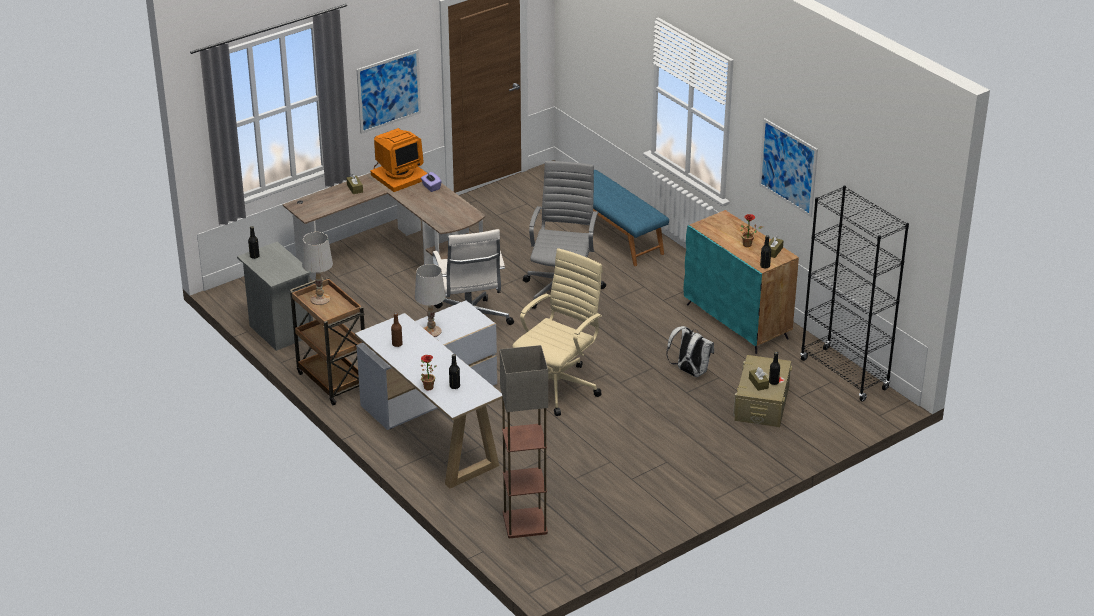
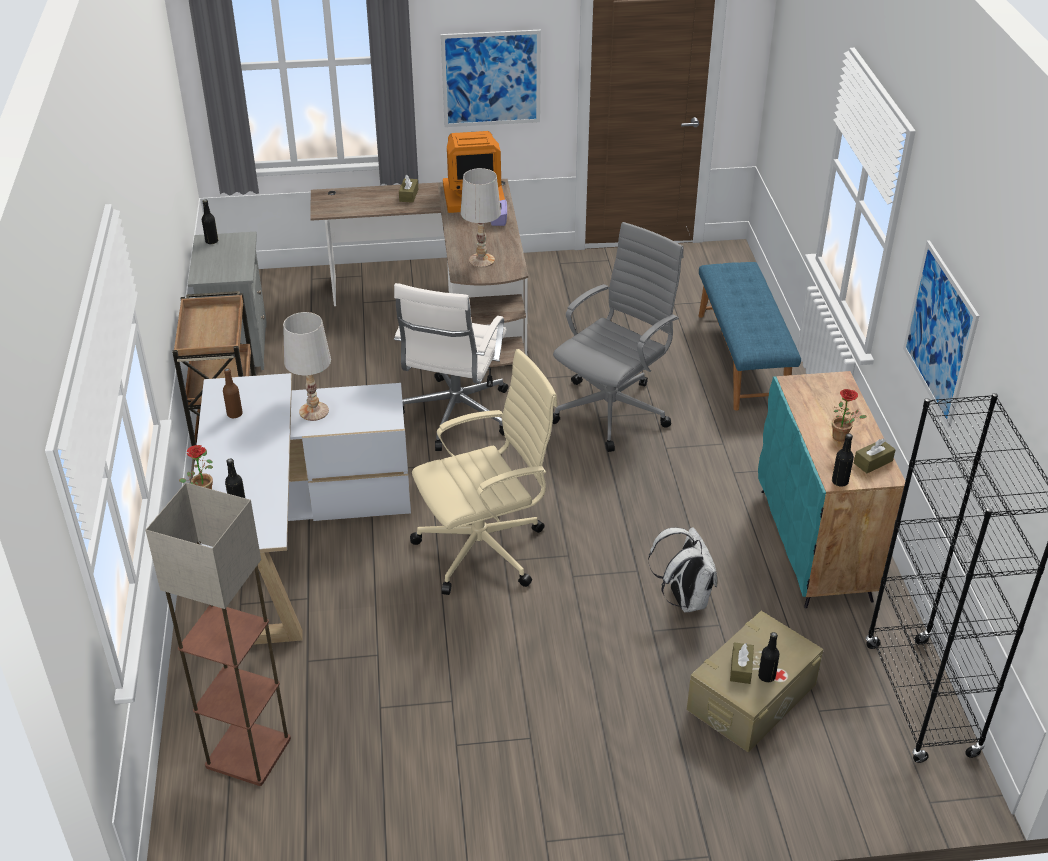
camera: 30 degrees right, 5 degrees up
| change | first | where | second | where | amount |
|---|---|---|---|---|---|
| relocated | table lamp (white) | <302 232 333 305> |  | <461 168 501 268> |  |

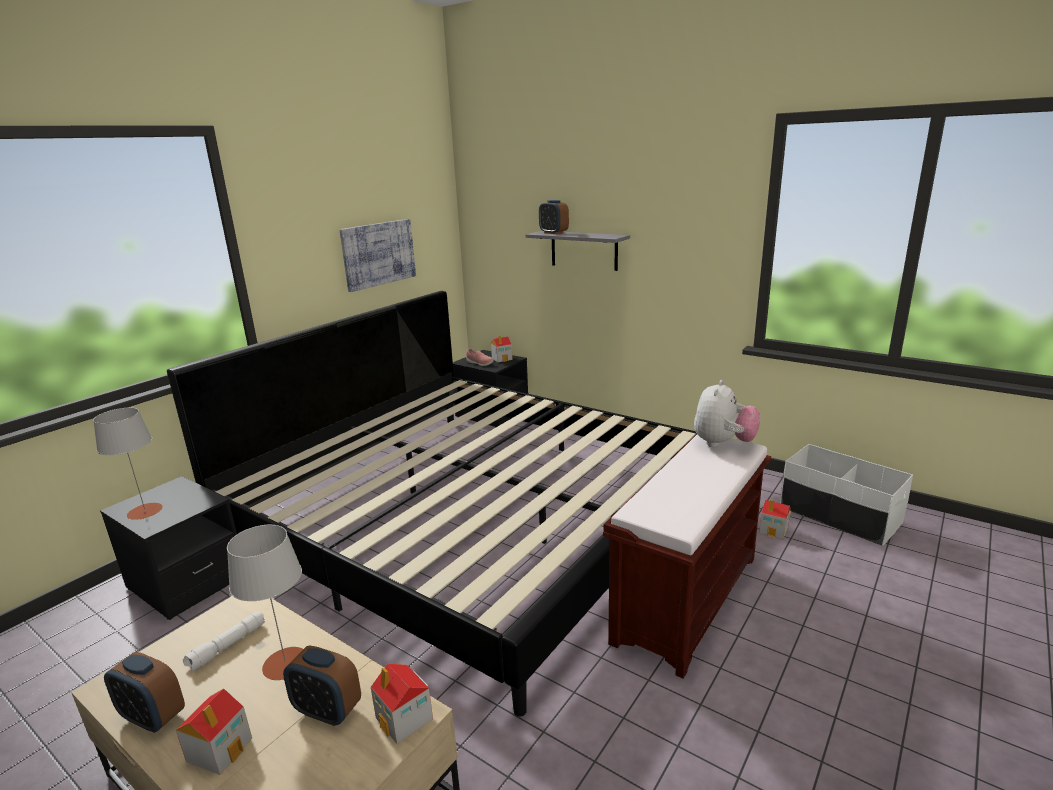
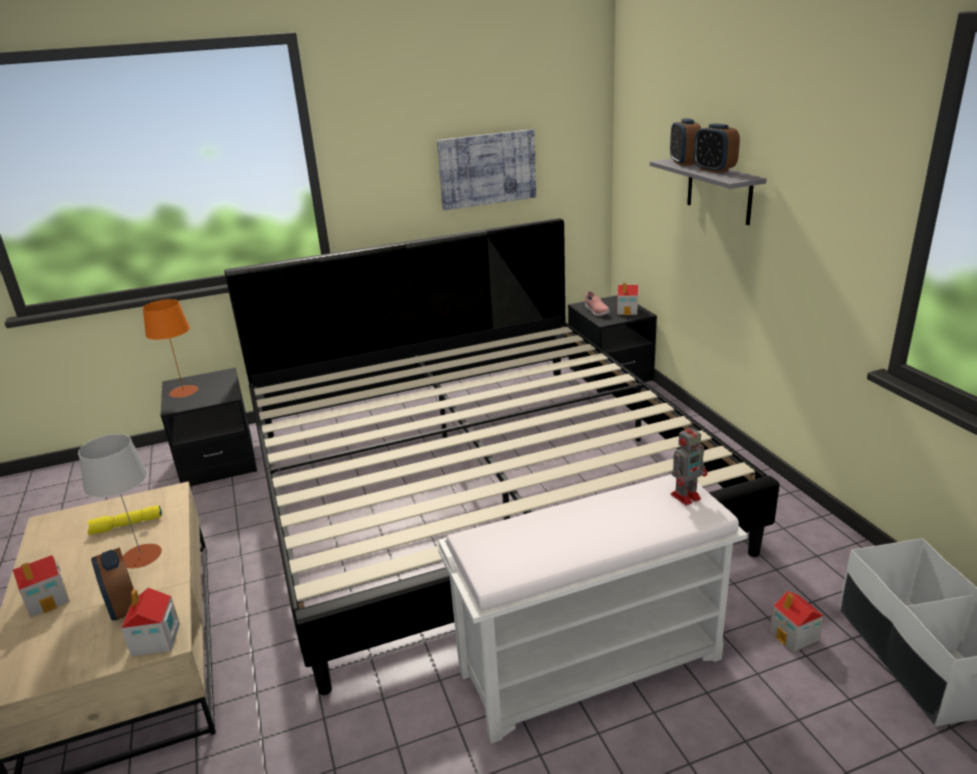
camera: 35 degrees right, 5 degrees up
| change | first | where | second | where | amount |
|---|---|---|---|---|---|
| exchanged | plush toy | <694 380 760 447> | toy robot | <671 423 708 506> |  |
| colour | table lamp (grey) | <93 408 163 520> | table lamp (orange) | <143 299 198 398> |  |
| colour | bench (brown) | <603 434 771 679> | bench (white) | <438 474 748 744> |  |
| colour | flashlight (white) | <183 611 265 671> | flashlight (yellow) | <88 505 162 535> |  |
| relocated | alarm clock | <104 651 185 733> |  | <694 123 740 173> |  |

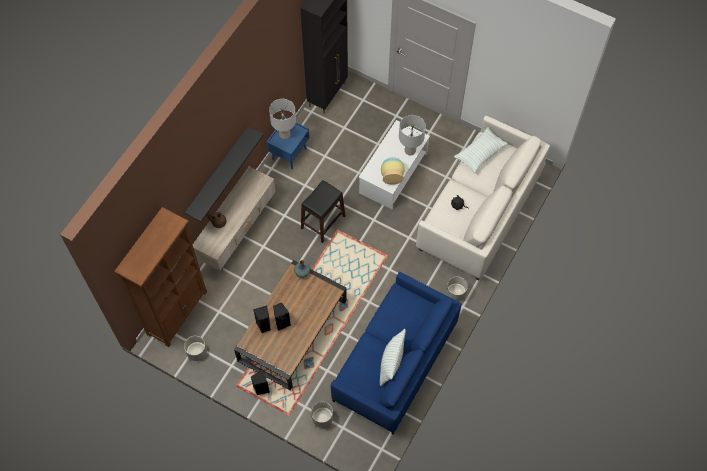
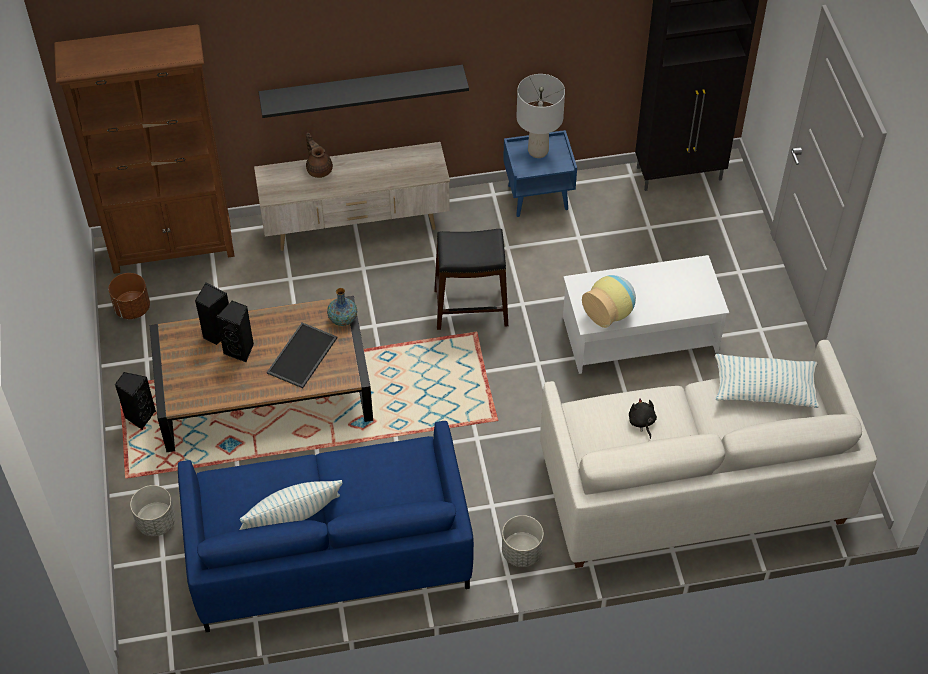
camera: 50 degrees right, 10 degrees down
| change | first | where | second | where | amount |
|---|---|---|---|---|---|
| missing | table lamp (grey) | <399 115 426 156> |  |  |  |
| colour | planter (grey) | <184 336 207 361> | planter (brown) | <109 273 150 319> |  |
| appeared |  |  | tray | <267 323 337 388> |  |

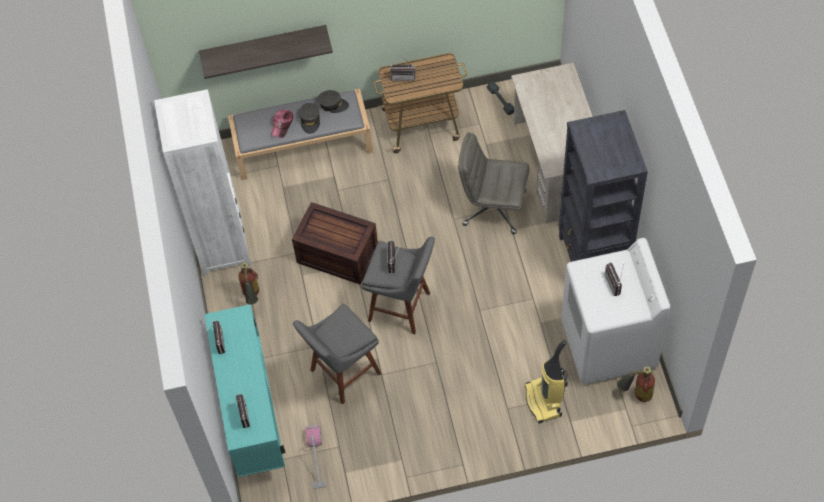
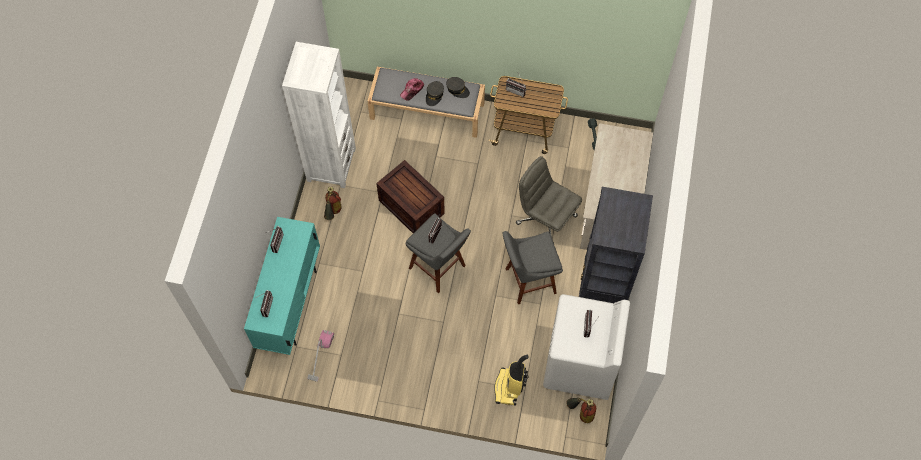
camera: 20 degrees right, 5 degrees up
| change | first | where | second | where | amount |
|---|---|---|---|---|---|
| missing | shelf | <199 25 333 79> |  |  |  |
| relocated | stool (grey) | <293 304 381 405> |  | <503 231 563 304> |  |

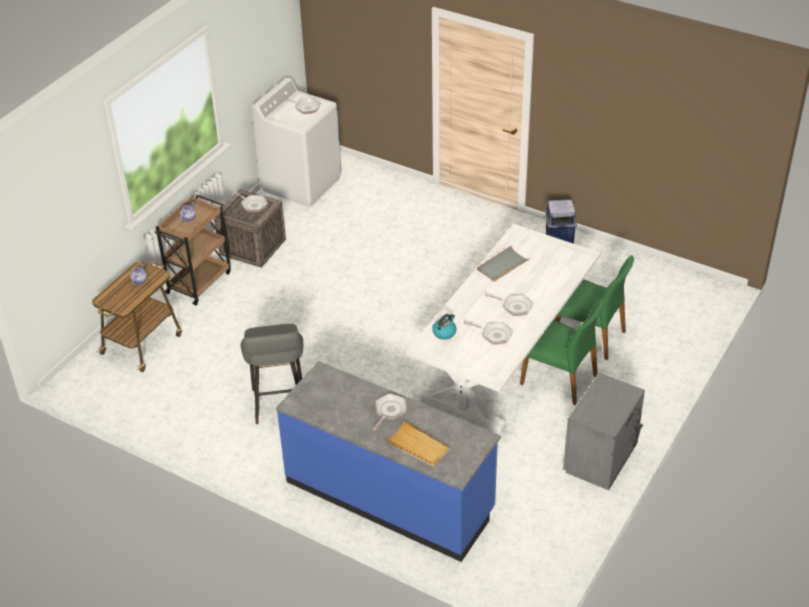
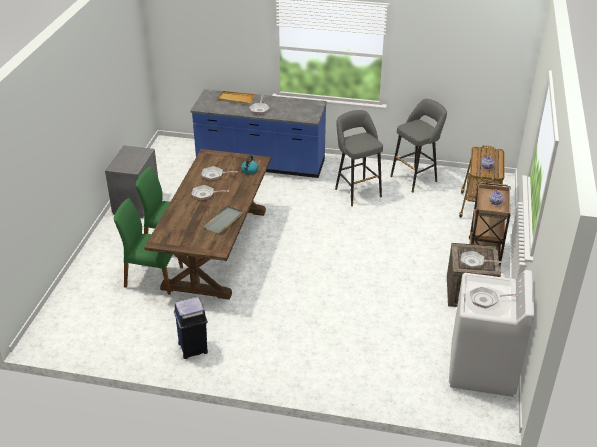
camera: 160 degrees right, 5 degrees down
| change | first | where | second | where | amount |
|---|---|---|---|---|---|
| colour | dining table (white) | <406 224 601 434> | dining table (brown) | <144 149 271 300> |  |
| appeared |  |  | stool (grey) | <390 99 447 192> |  |

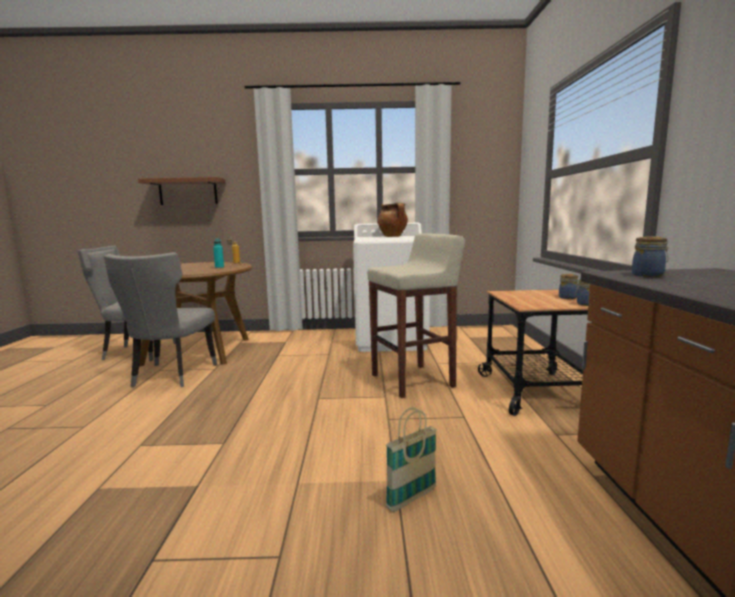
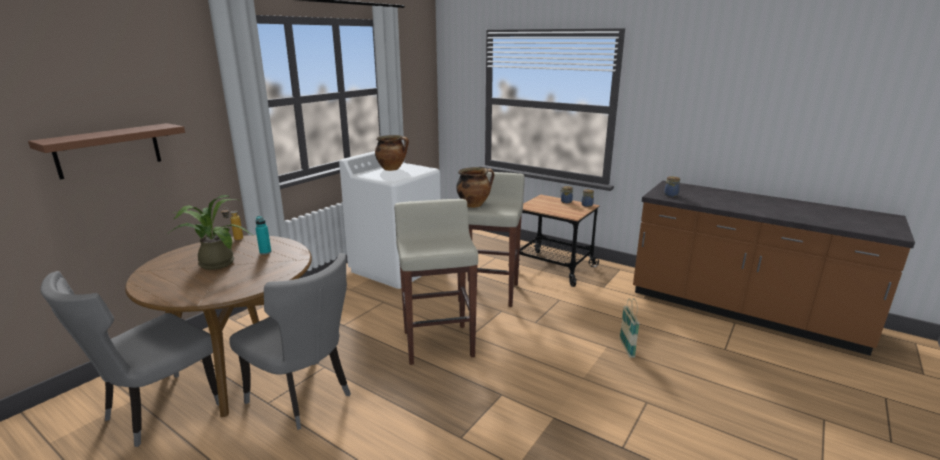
camera: 55 degrees left, 10 degrees up
| change | first | where | second | where | amount |
|---|---|---|---|---|---|
| appeared |  |  | cooking pot | <456 167 494 208> |  |
| appeared |  |  | potted plant | <167 195 252 270> |  |
| appeared |  |  | stool (beige) | <394 199 478 365> |  |

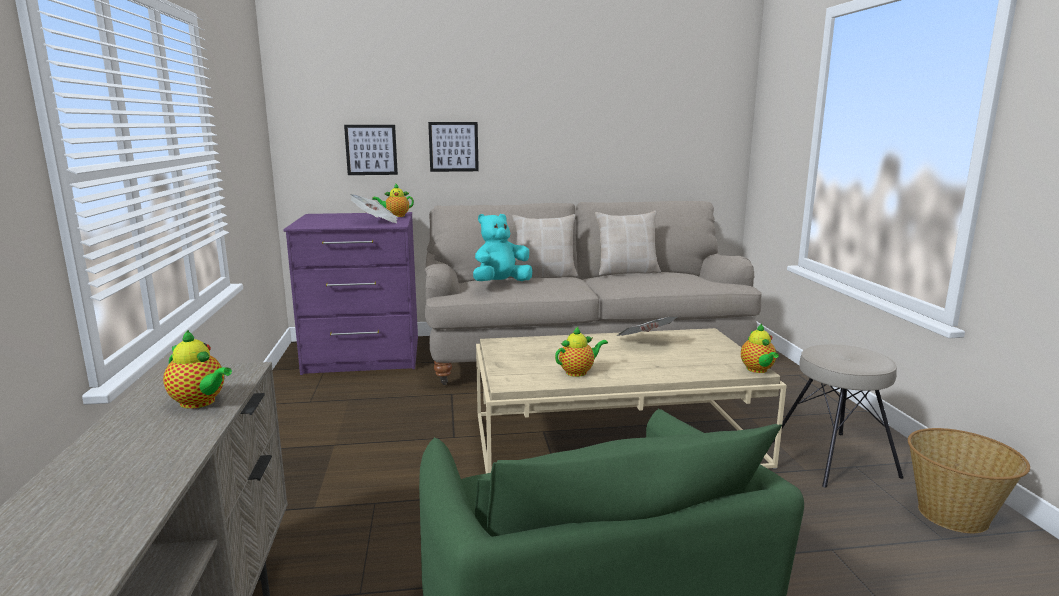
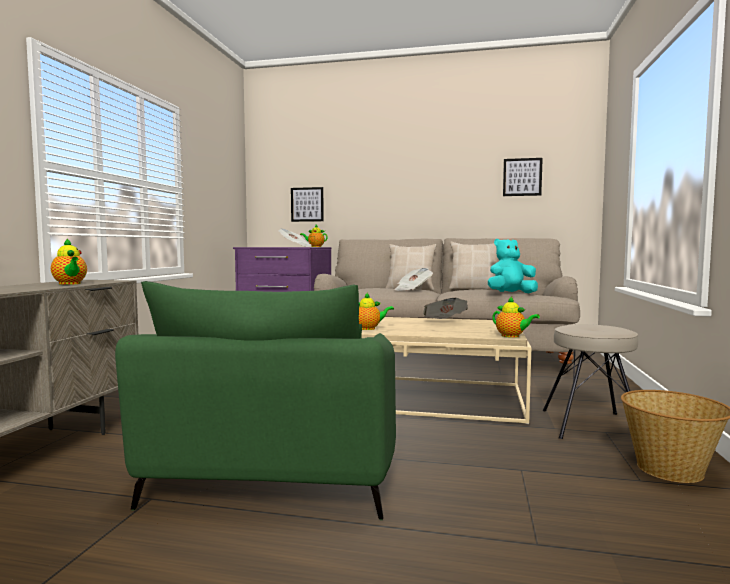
camera: 20 degrees right, 10 degrees down
| change | first | where | second | where | amount |
|---|---|---|---|---|---|
| relocated | picture | <428 122 479 172> |  | <503 158 543 196> |  |
| relocated | plush toy (turquoise) | <473 214 532 281> |  | <488 239 538 293> |  |
| spun | teapot | <741 324 779 373> |  | <492 297 540 338> | 60 degrees counterclockwise |
| appeared |  |  | newspaper | <394 268 433 291> |  |

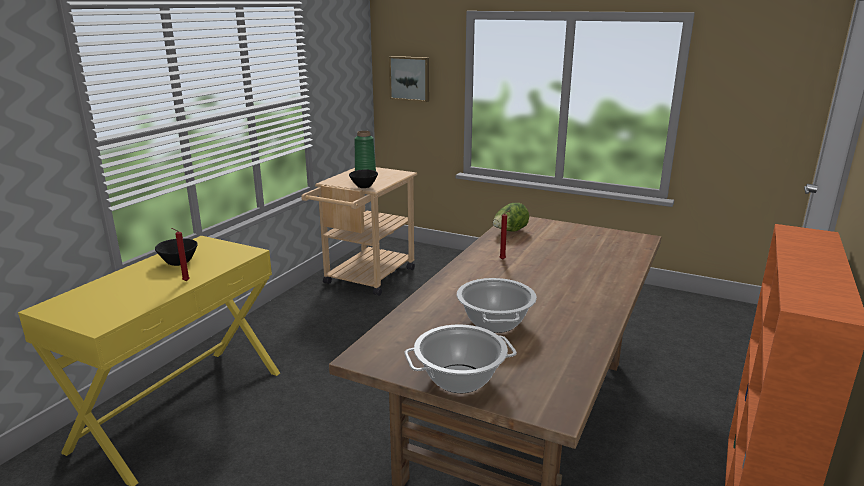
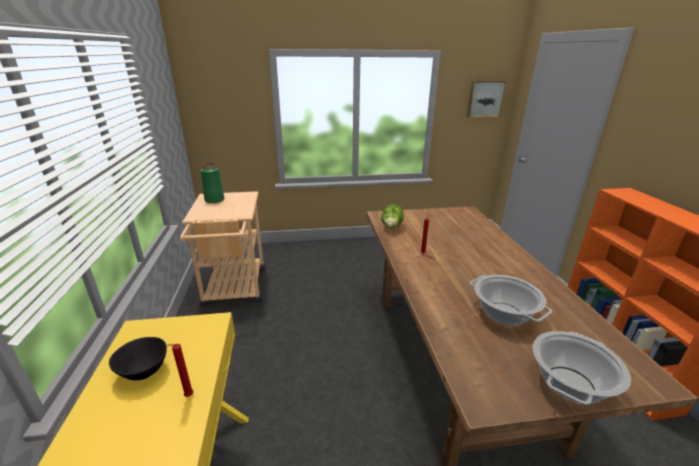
camera: 35 degrees left, 5 degrees up
| change | first | where | second | where | amount |
|---|---|---|---|---|---|
| relocated | picture | <389 56 429 102> |  | <467 81 507 117> |  |
| missing | bowl (black) | <349 169 378 188> |  |  |  |

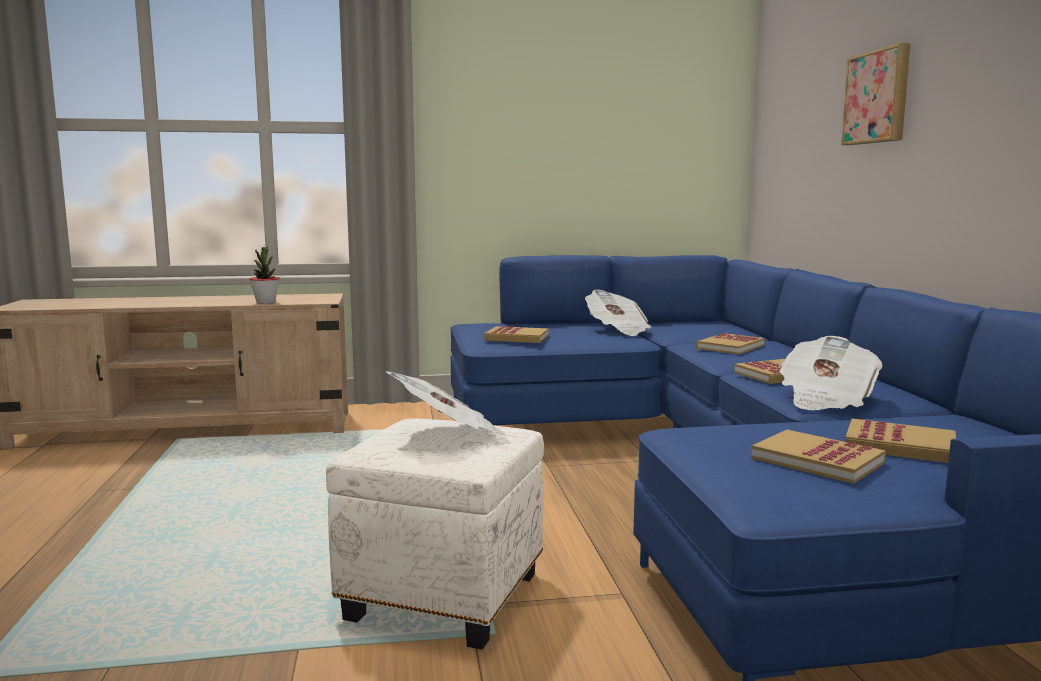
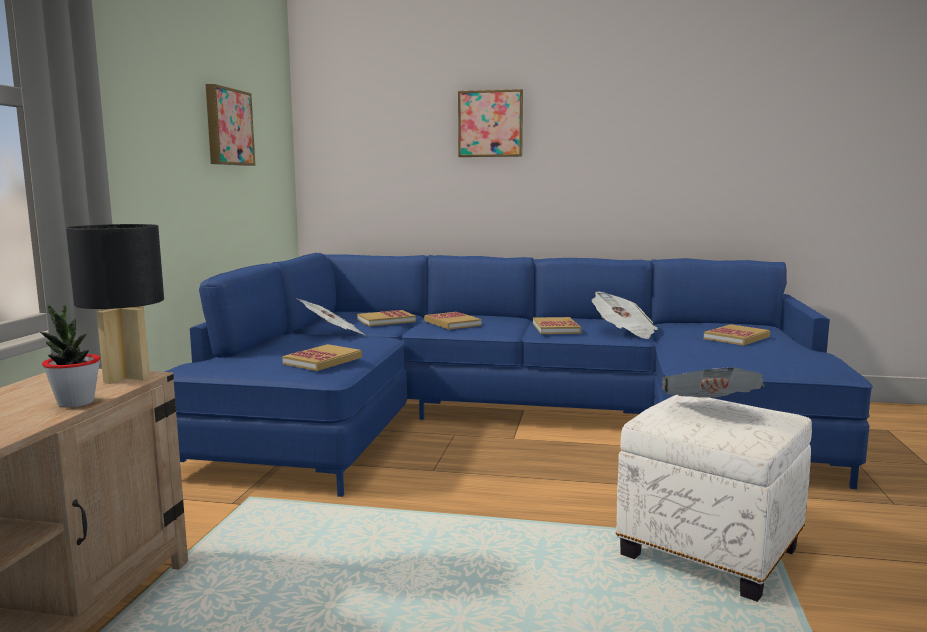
camera: 70 degrees left, 0 degrees up
| change | first | where | second | where | amount |
|---|---|---|---|---|---|
| relocated | book | <751 430 886 484> |  | <357 310 416 326> |  |
| appeared |  |  | picture | <206 84 255 166> |  |
| appeared |  |  | table lamp (black) | <66 224 164 384> |  |

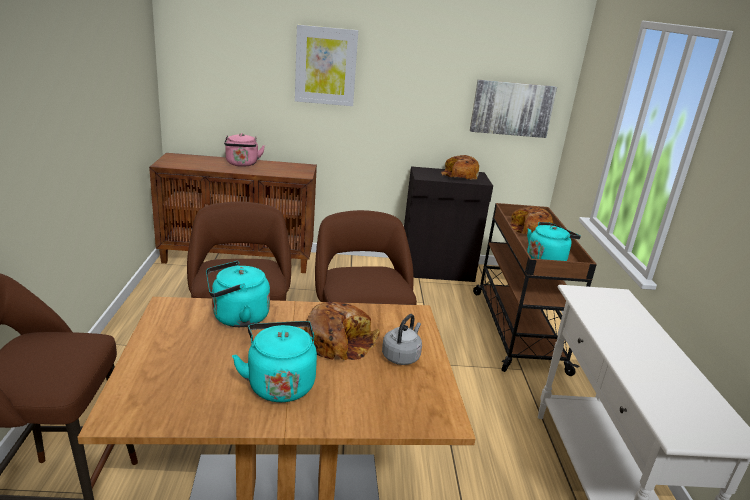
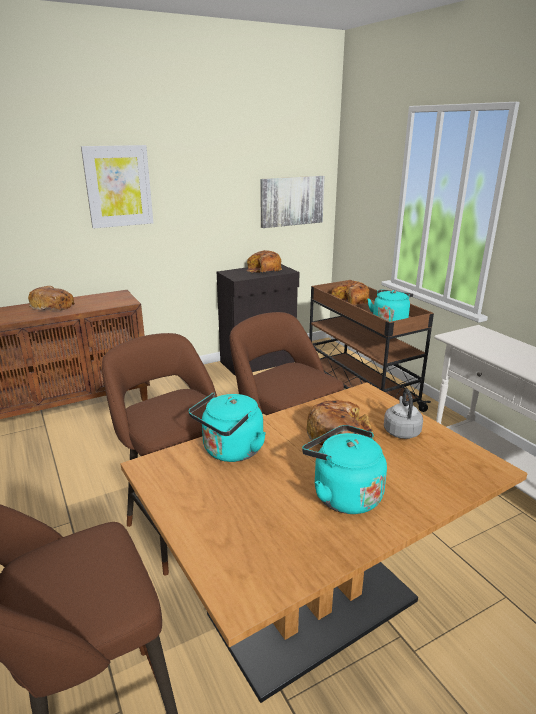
camera: 25 degrees left, 0 degrees up
| change | first | where | second | where | amount |
|---|---|---|---|---|---|
| exchanged | kettle (pink) | <224 133 265 167> | bread | <28 286 75 312> |  |

